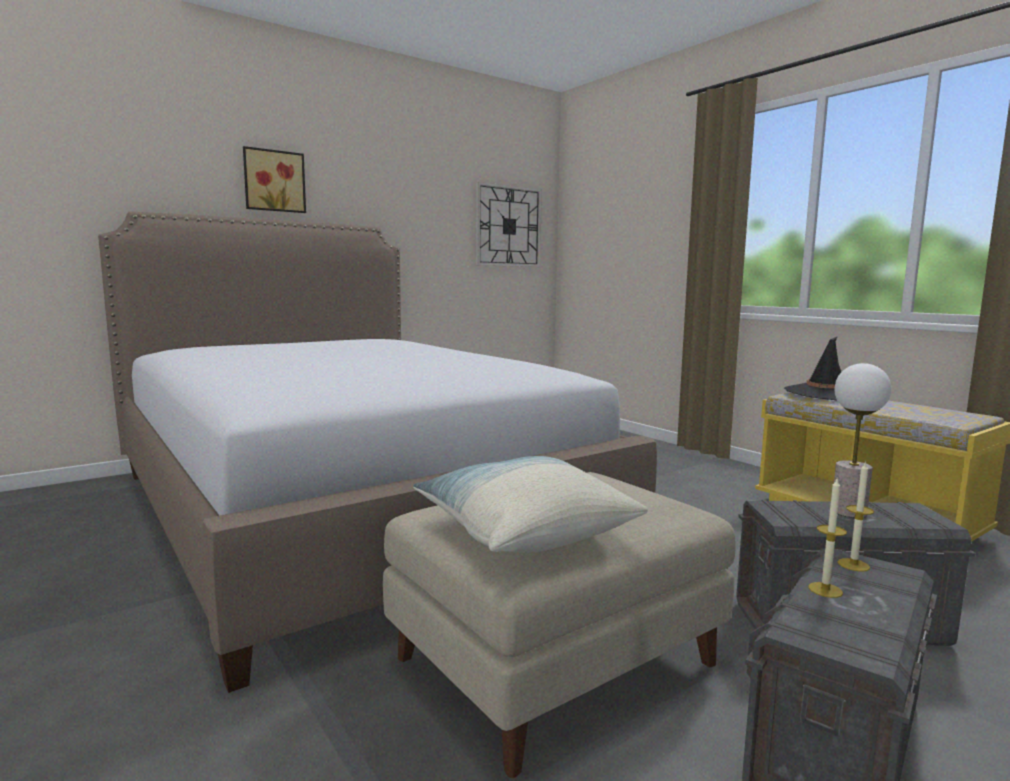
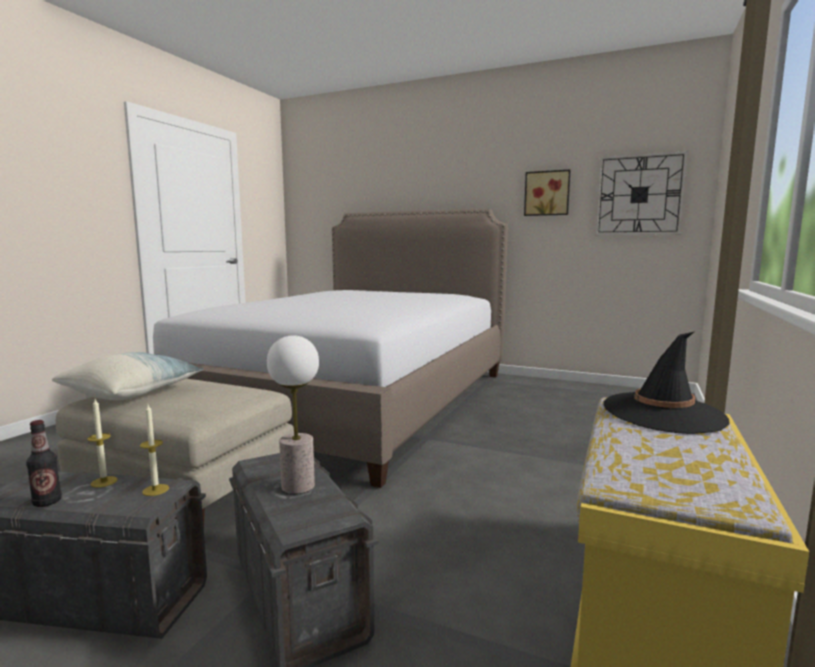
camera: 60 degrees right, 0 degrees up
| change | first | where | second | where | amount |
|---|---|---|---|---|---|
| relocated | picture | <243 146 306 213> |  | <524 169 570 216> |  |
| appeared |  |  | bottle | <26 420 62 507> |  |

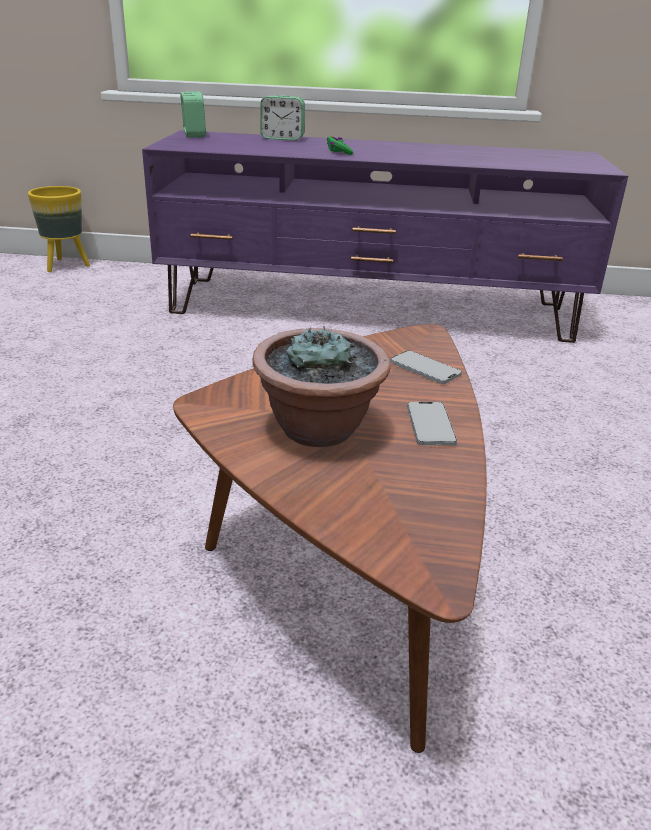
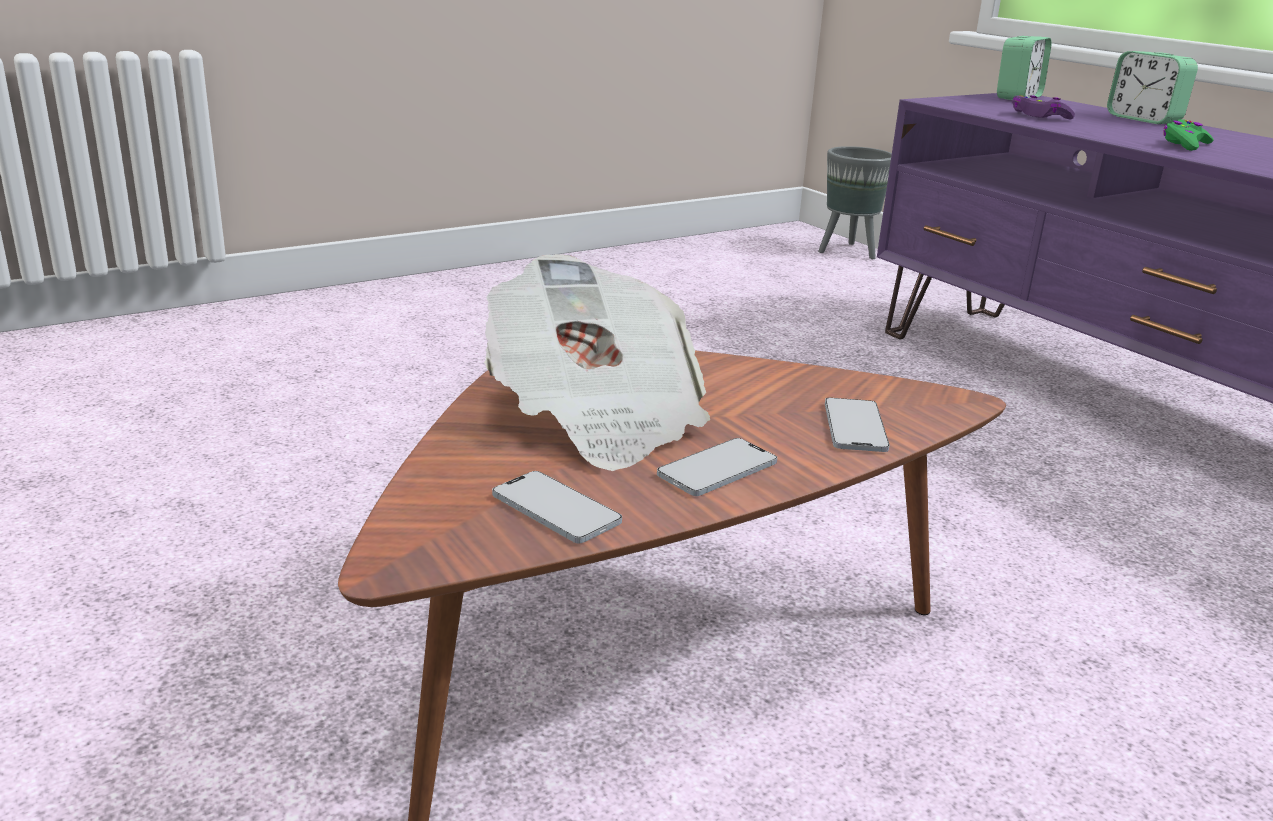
camera: 50 degrees right, 5 degrees down
| change | first | where | second | where | amount |
|---|---|---|---|---|---|
| colour | planter (yellow) | <28 186 90 272> | planter (grey) | <818 146 892 259> |  |
| exchanged | potted plant | <252 326 391 447> | newspaper | <484 254 710 471> |  |
| appeared |  |  | game controller (purple) | <1012 95 1075 120> |  |
| appeared |  |  | phone | <492 471 622 544> |  |

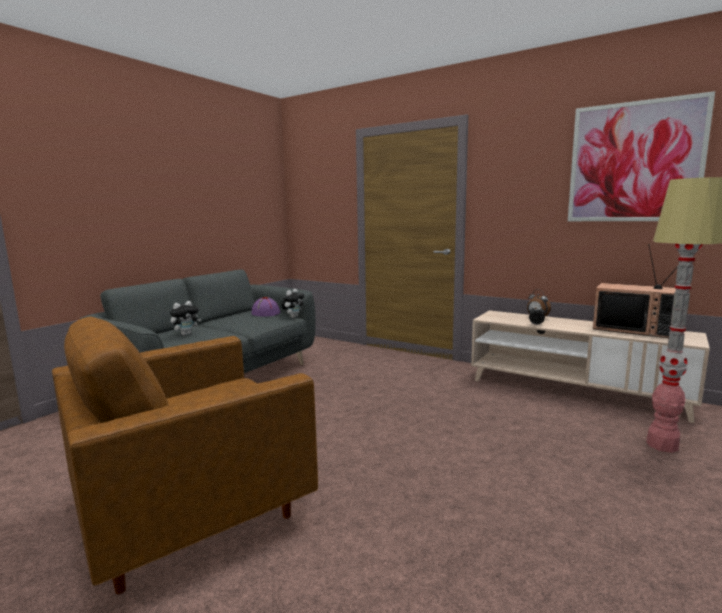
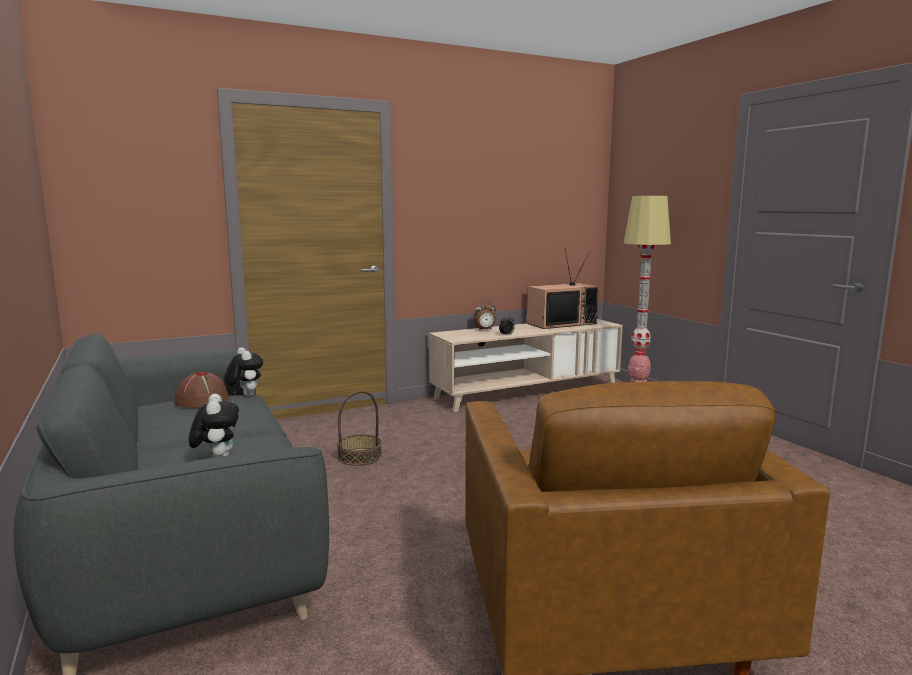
camera: 60 degrees left, 0 degrees up
| change | first | where | second | where | amount |
|---|---|---|---|---|---|
| missing | picture | <568 91 715 221> |  |  |  |
| colour | hat (purple) | <251 297 280 317> | hat (brown) | <174 372 229 408> |  |
| appeared |  |  | basket | <337 391 382 466> |  |

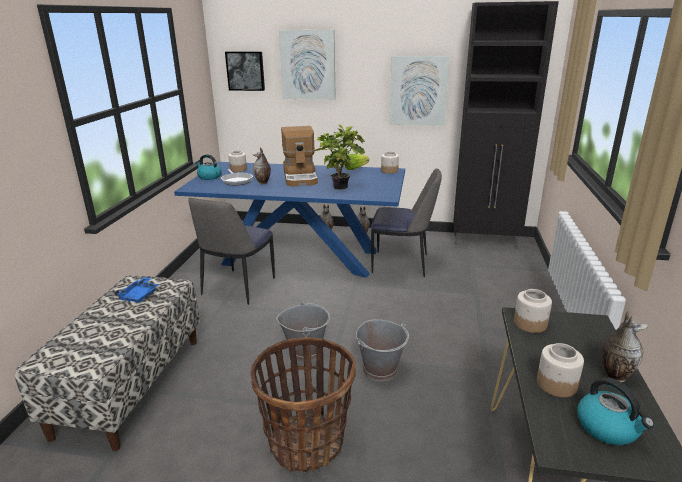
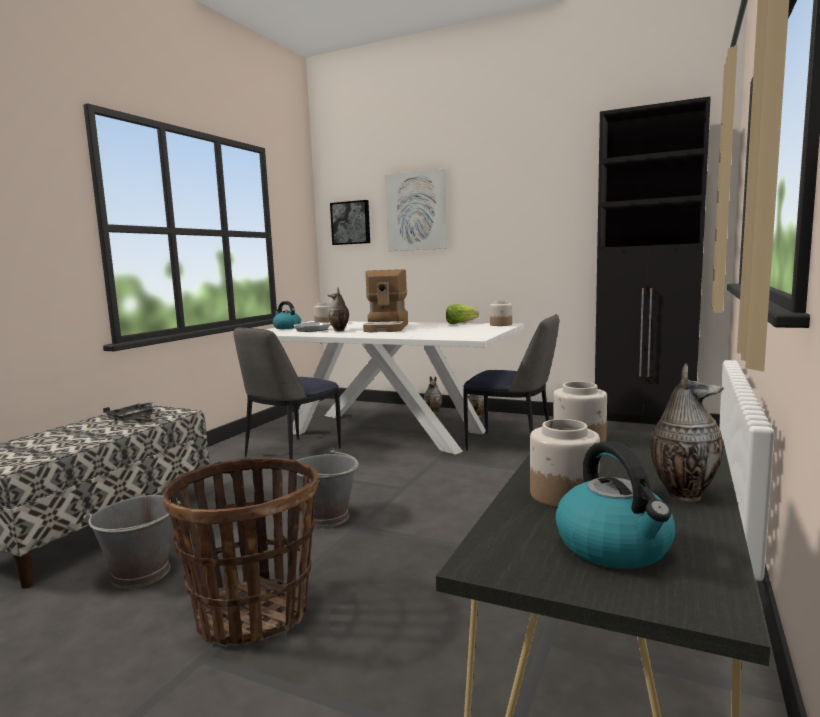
camera: 15 degrees right, 15 degrees down
| change | first | where | second | where | amount |
|---|---|---|---|---|---|
| missing | picture | <390 56 450 126> |  |  |  |
| missing | potted plant | <313 125 365 190> |  |  |  |
| colour | dining table (blue) | <174 162 405 278> | dining table (white) | <265 321 524 455> |  |
| colour | tray (blue) | <114 277 159 302> | tray (grey) | <103 402 155 421> |  |
| relocated | bucket (grey) | <356 319 409 381> |  | <83 495 181 589> |  |

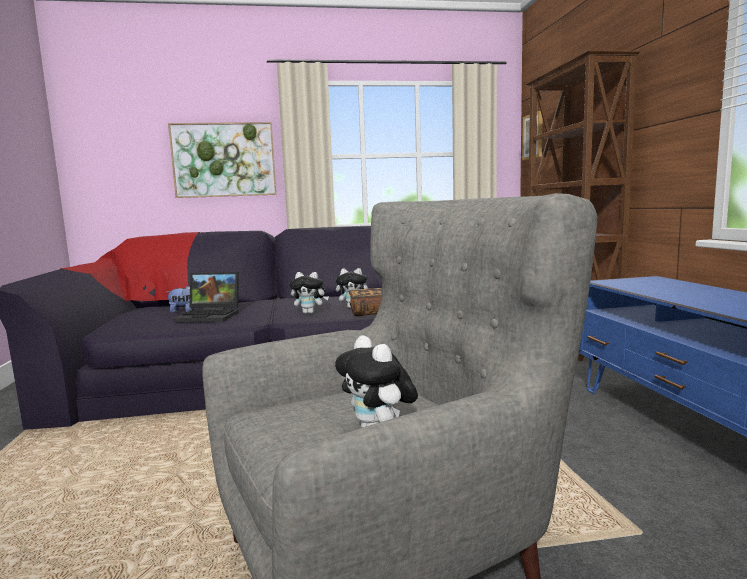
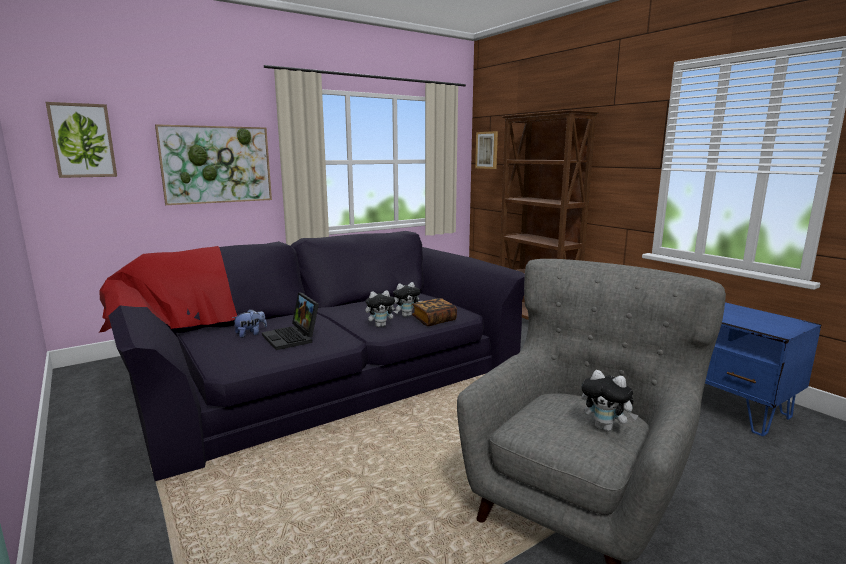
camera: 25 degrees left, 5 degrees up
| change | first | where | second | where | amount |
|---|---|---|---|---|---|
| spun | laptop | <173 272 239 322> |  | <262 292 319 350> | 75 degrees clockwise |
| appeared |  |  | picture | <46 102 117 178> |  |

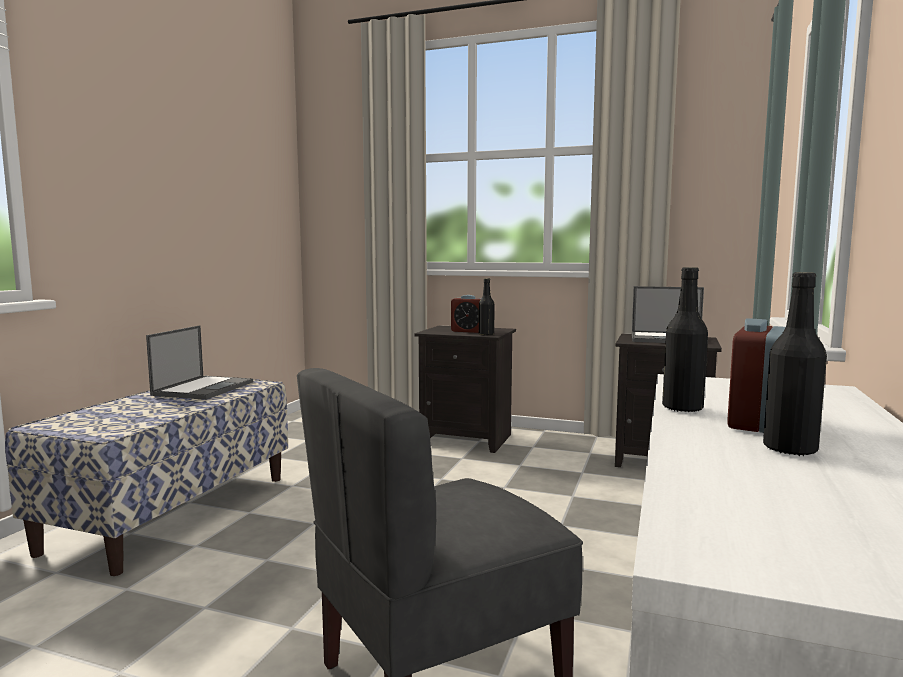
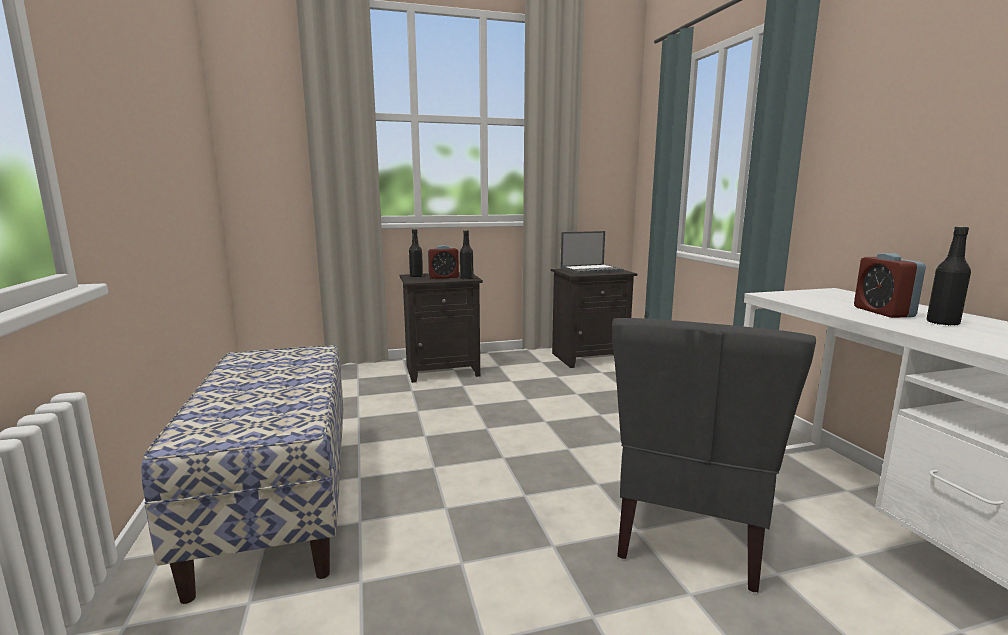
camera: 35 degrees left, 5 degrees up
| change | first | where | second | where | amount |
|---|---|---|---|---|---|
| relocated | bottle (black) | <662 267 708 413> |  | <409 229 423 277> |  |
| missing | laptop | <146 325 253 400> |  |  |  |

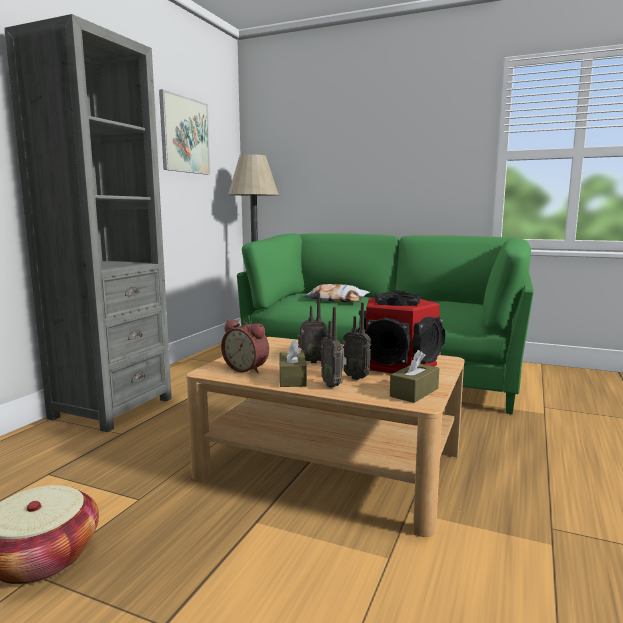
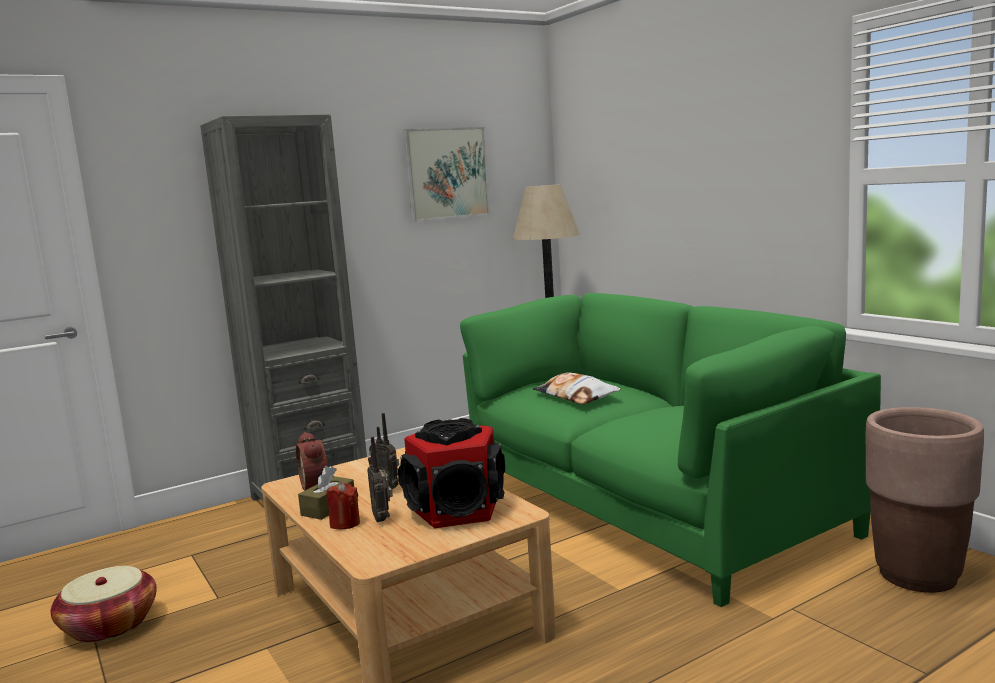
camera: 35 degrees right, 0 degrees up
| change | first | where | second | where | amount |
|---|---|---|---|---|---|
| exchanged | radio | <321 307 347 388> | candle (red) | <326 482 360 530> |  |
| missing | tissue box (brown) | <390 350 439 403> |  |  |  |
| appeared |  |  | planter (brown) | <865 407 984 593> |  |

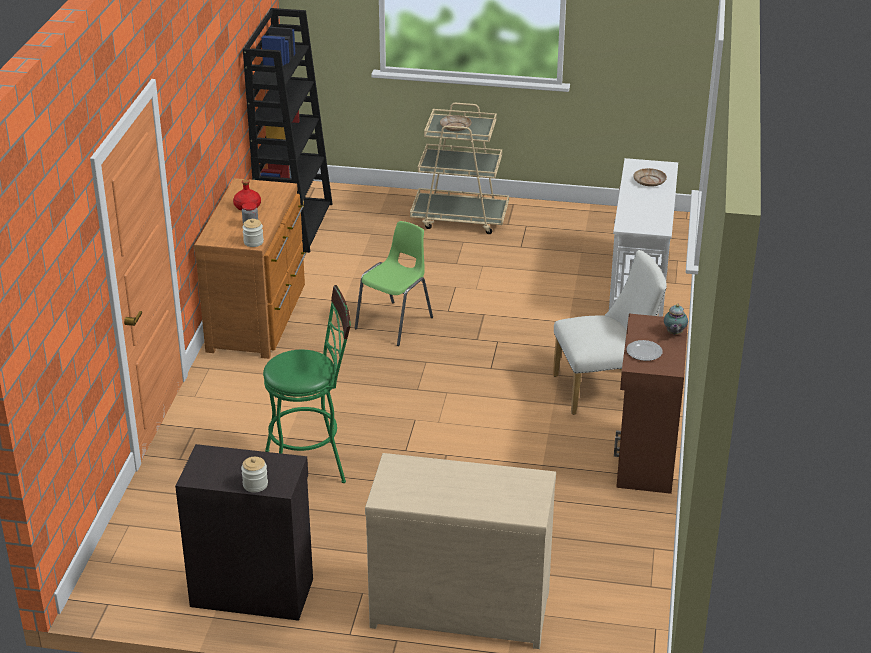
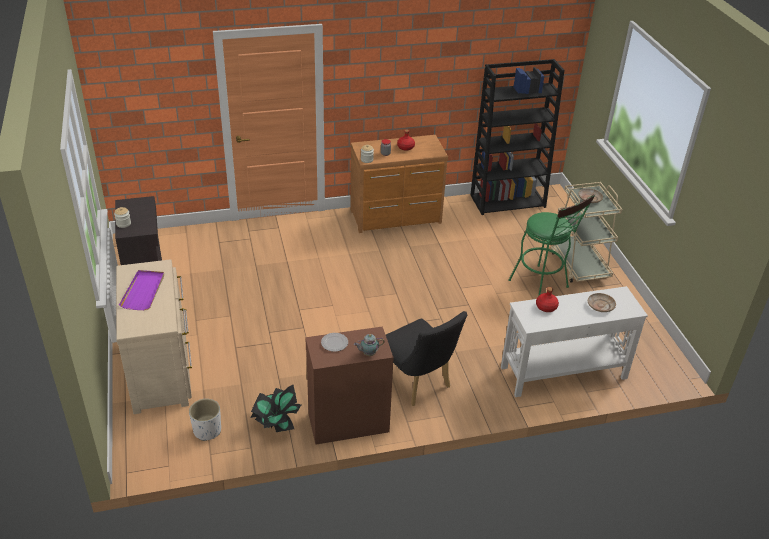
camera: 65 degrees right, 5 degrees up
| change | first | where | second | where | amount |
|---|---|---|---|---|---|
| missing | chair (green) | <355 221 433 346> |  |  |  |
| colour | chair (white) | <553 250 667 415> | chair (black) | <386 311 467 406> |  |
| relocated | stool (green) | <263 285 351 483> |  | <508 194 595 296> |  |
| appeared |  |  | tray (purple) | <119 270 164 310> |  |
| appeared |  |  | bottle (red) | <536 287 559 312> |  |
| appeared |  |  | potted plant | <251 385 301 432> |  |
| appeared |  |  | planter (white) | <189 399 221 441> |  |

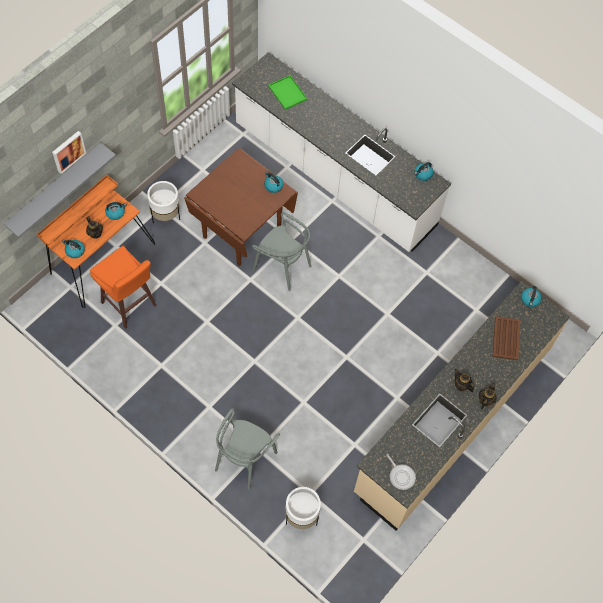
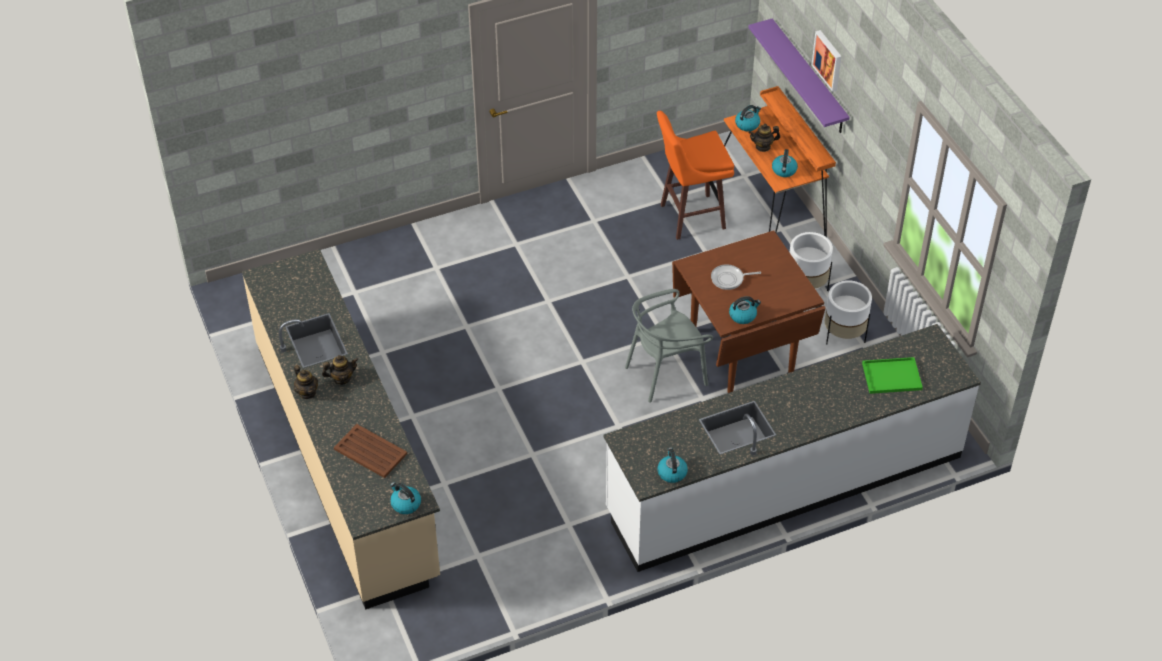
camera: 120 degrees right, 15 degrees down
| change | first | where | second | where | amount |
|---|---|---|---|---|---|
| colour | shelf (grey) | <3 143 116 238> | shelf (purple) | <748 19 850 133> |  |
| missing | chair (grey) | <215 408 280 490> |  |  |  |
| relocated | frying pan | <386 454 416 490> |  | <711 264 761 290> |  |
| relocated | planter (white) | <285 487 321 529> |  | <825 280 872 345> |  |

